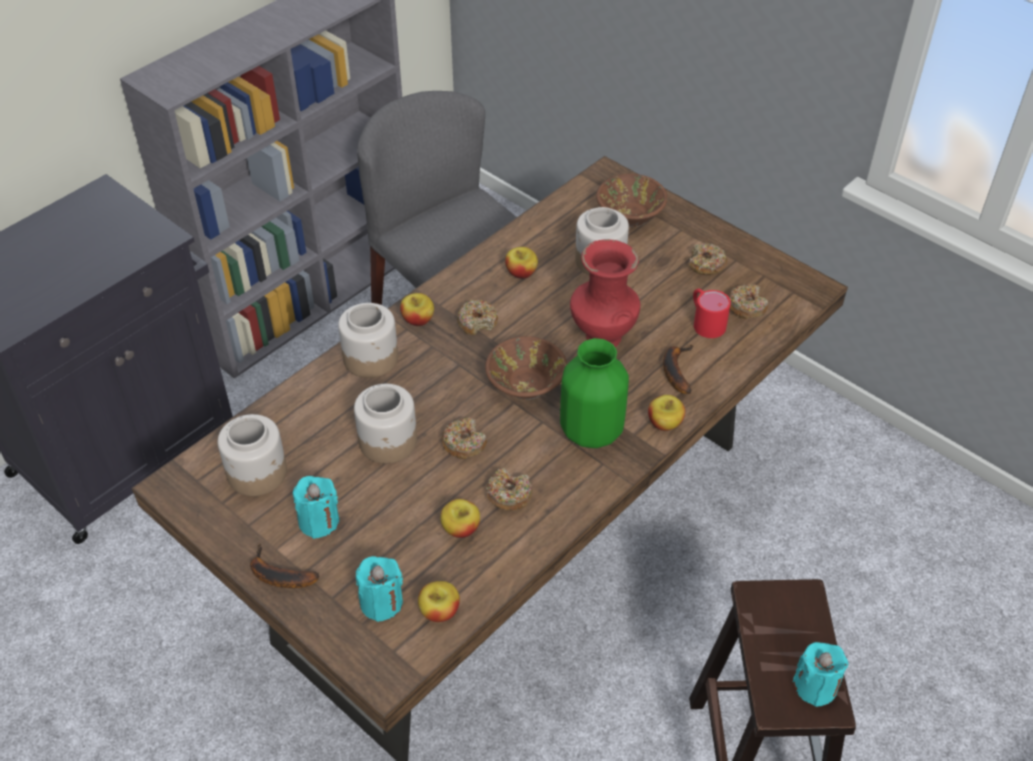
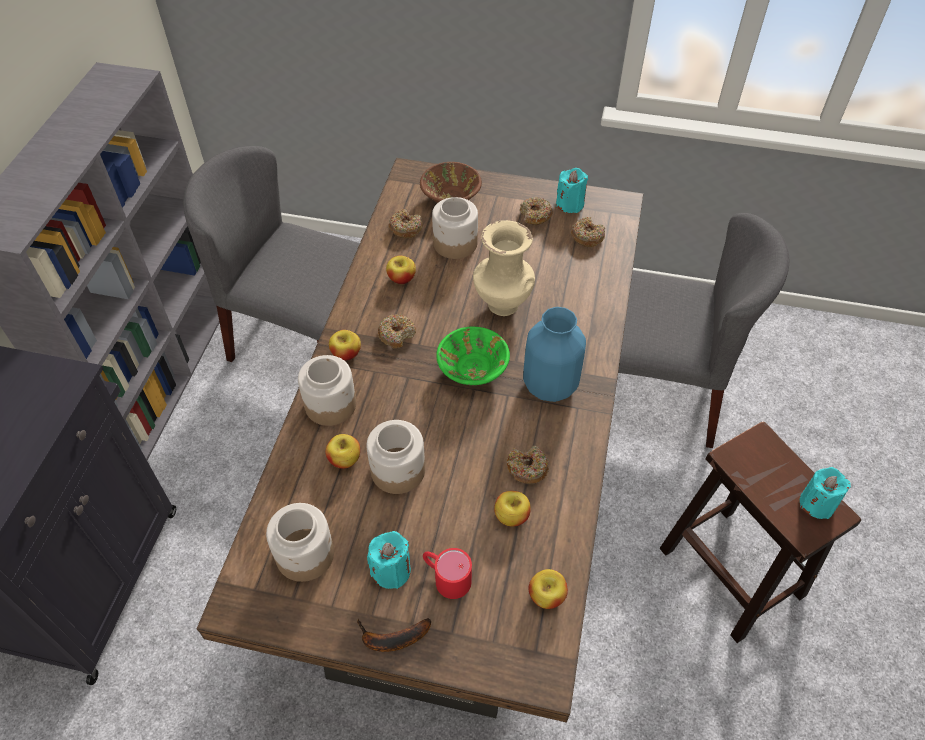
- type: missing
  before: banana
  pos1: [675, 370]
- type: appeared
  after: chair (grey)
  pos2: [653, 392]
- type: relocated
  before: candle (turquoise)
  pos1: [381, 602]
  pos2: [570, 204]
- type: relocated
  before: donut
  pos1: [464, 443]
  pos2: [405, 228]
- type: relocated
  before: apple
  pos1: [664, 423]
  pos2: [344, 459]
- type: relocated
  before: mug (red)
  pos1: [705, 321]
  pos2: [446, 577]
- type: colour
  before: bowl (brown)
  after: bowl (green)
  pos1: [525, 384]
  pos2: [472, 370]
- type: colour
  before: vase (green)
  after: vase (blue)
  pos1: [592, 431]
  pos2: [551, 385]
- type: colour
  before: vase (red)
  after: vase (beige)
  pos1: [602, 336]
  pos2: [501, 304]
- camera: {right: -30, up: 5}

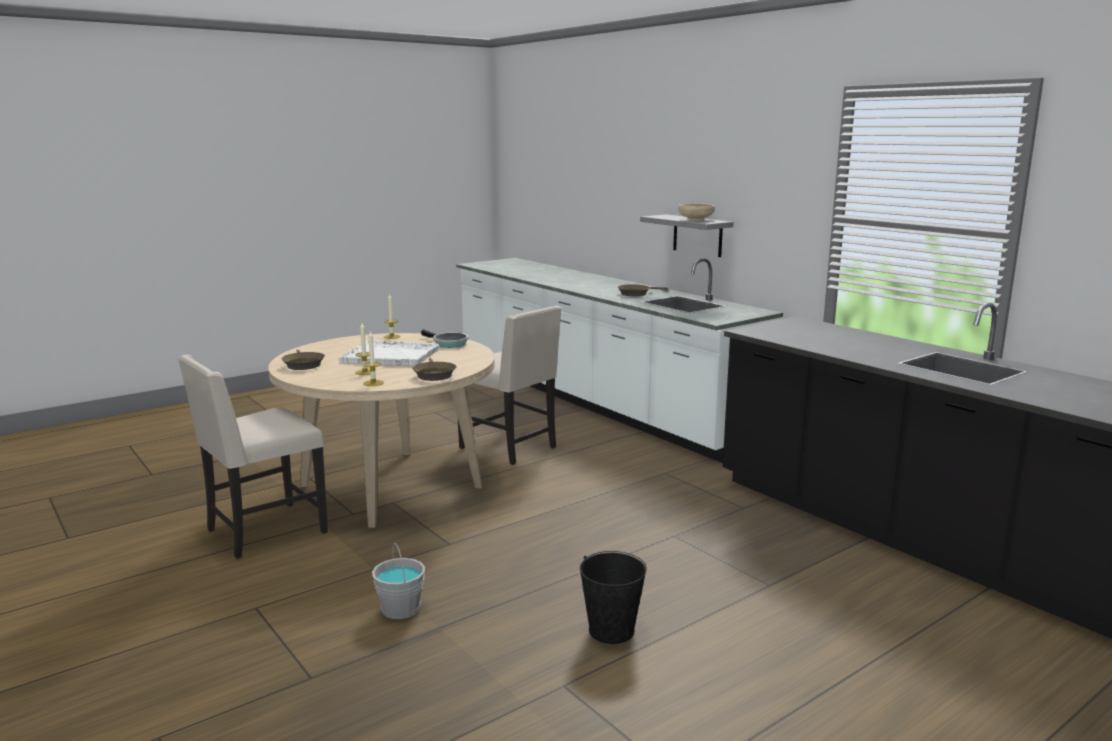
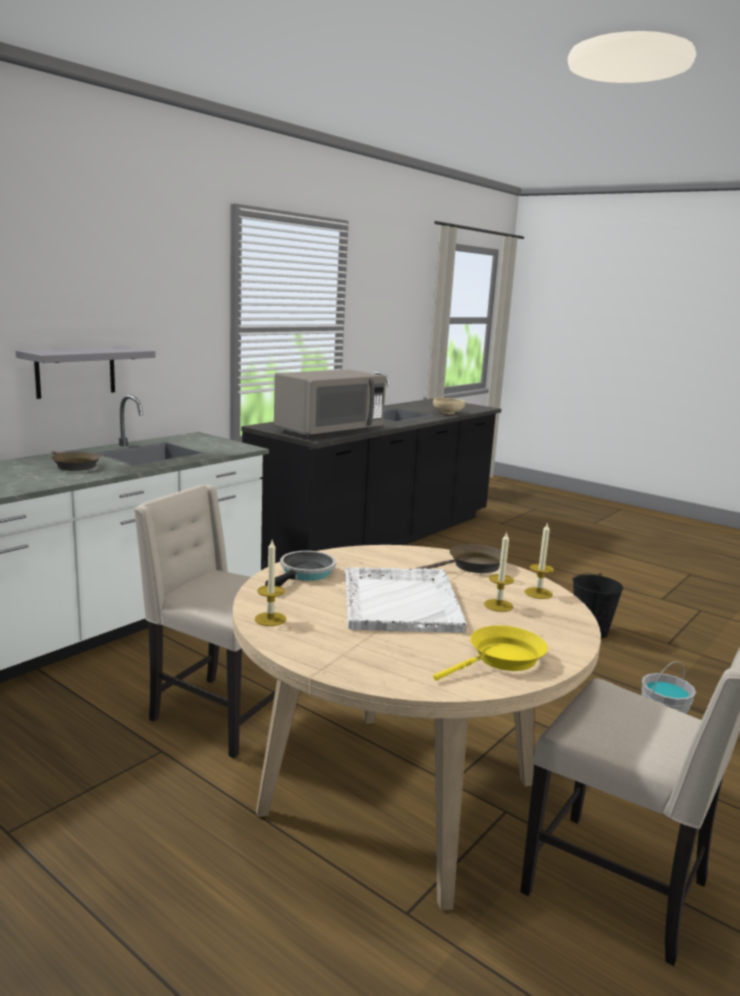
- type: appeared
  after: microwave (grey)
  pos2: [329, 431]
- type: relocated
  before: bowl (beige)
  pos1: [695, 219]
  pos2: [448, 413]
- type: colour
  before: frying pan (brown)
  after: frying pan (yellow)
  pos1: [303, 365]
  pos2: [501, 659]
- type: spun
  before: chair (beige)
  pos1: [510, 448]
  pos2: [220, 714]
  turn: -90
- camera: {right: -105, up: 0}

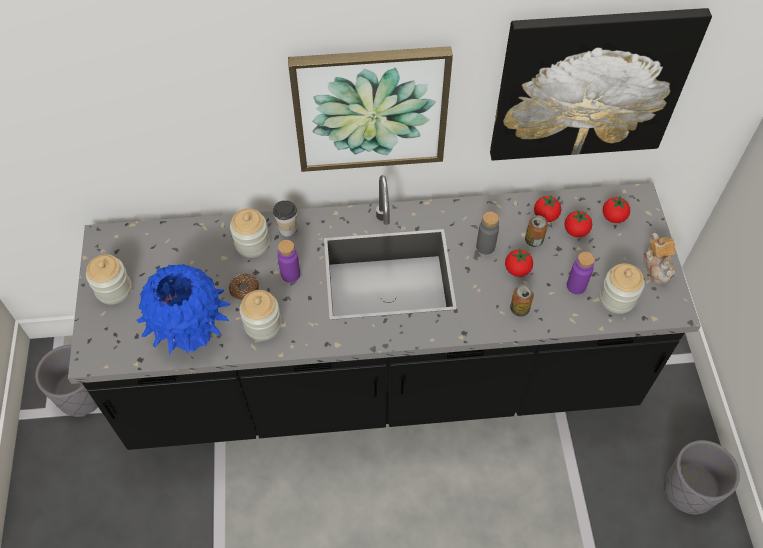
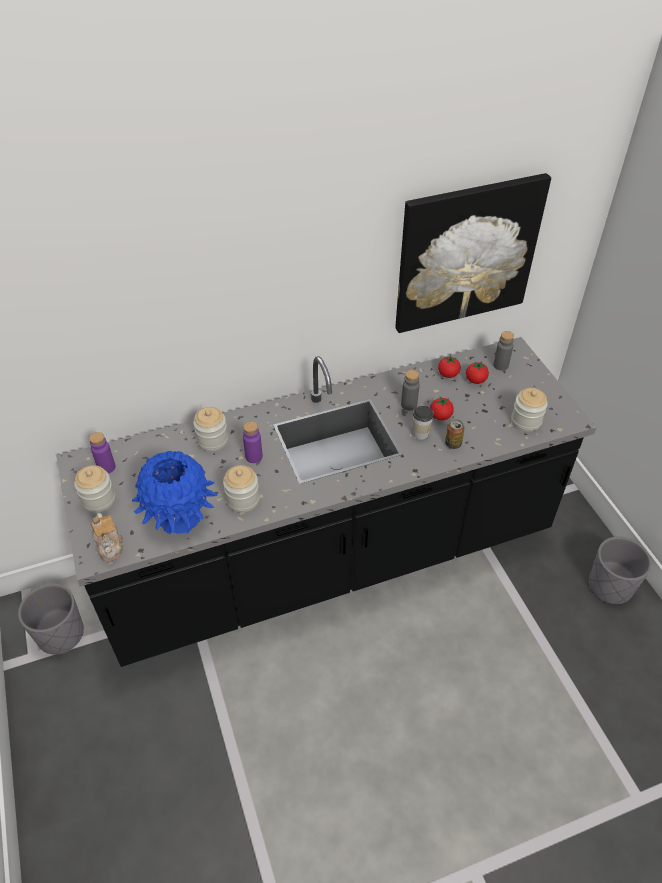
- type: missing
  before: donut
  pos1: [244, 289]
- type: missing
  before: picture
  pos1: [370, 108]
- type: missing
  before: can
  pos1: [534, 240]
- type: relocated
  before: cup
  pos1: [287, 229]
  pos2: [420, 434]
- type: relocated
  before: bottle (purple)
  pos1: [576, 286]
  pos2: [106, 467]
- type: relocated
  before: teapot
  pos1: [657, 266]
  pos2: [110, 545]
- type: exchanged
  before: tomato
  after: bottle (grey)
  pos1: [613, 217]
  pos2: [500, 365]
- camera: {right: -15, up: -10}

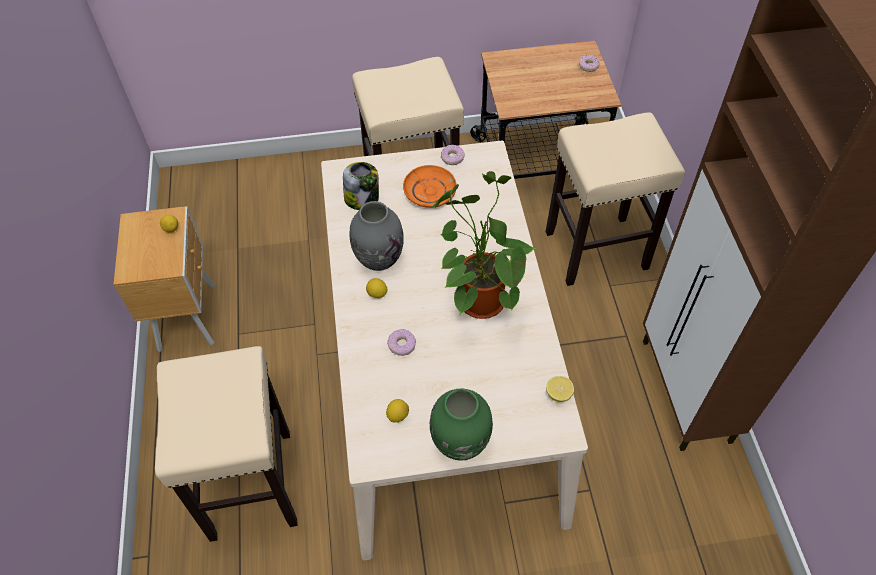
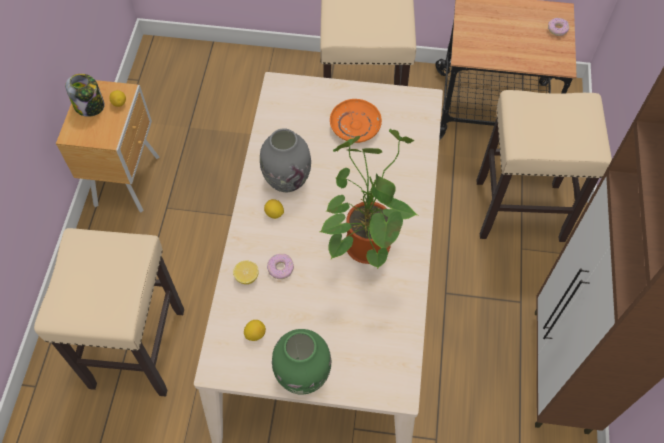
- type: missing
  before: donut
  pos1: [452, 158]
- type: relocated
  before: jar
  pos1: [362, 199]
  pos2: [90, 106]
- type: relocated
  before: lemon
  pos1: [558, 394]
  pos2: [247, 276]
- camera: {right: 15, up: 5}

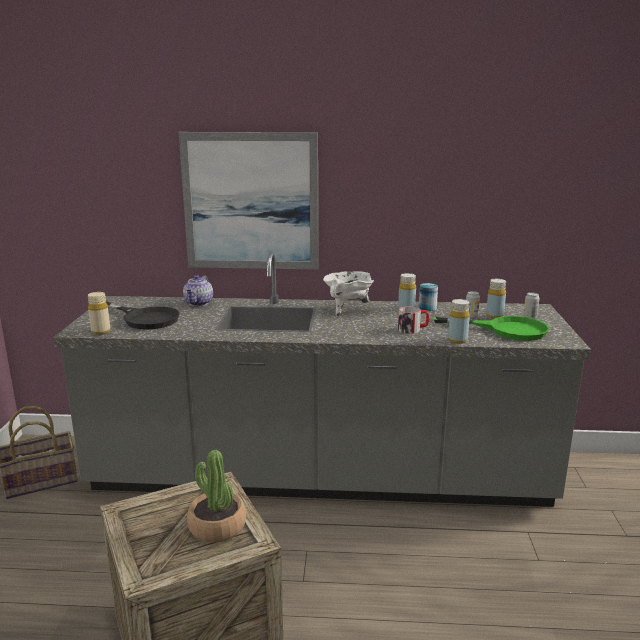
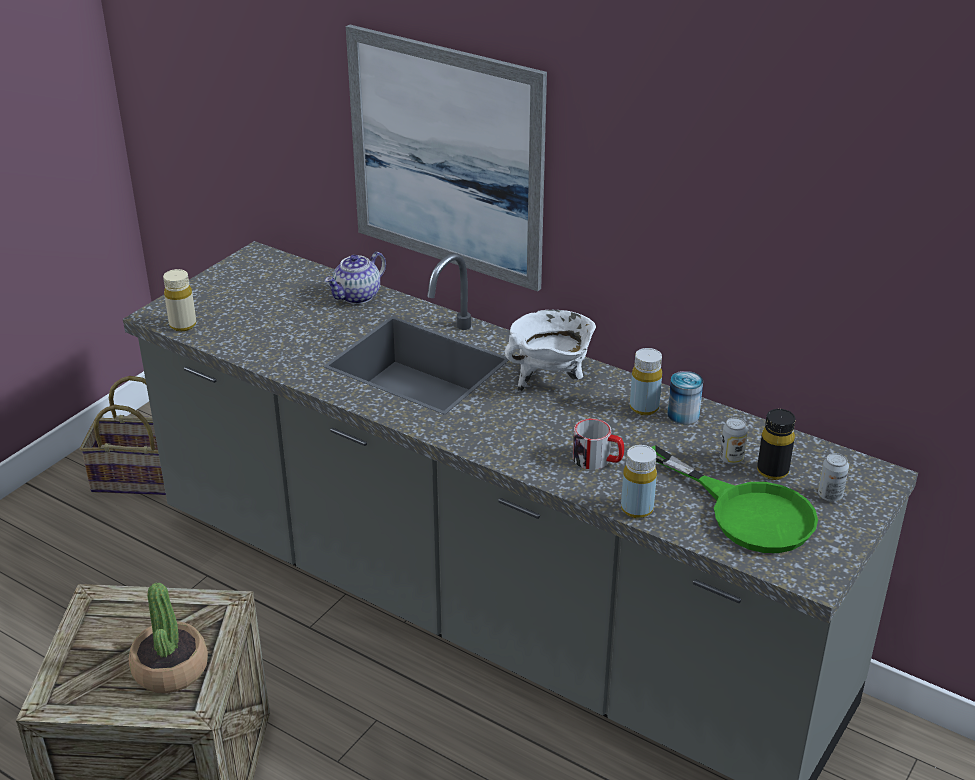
- type: missing
  before: frying pan (black)
  pos1: [145, 318]
- type: colour
  before: bottle (yellow)
  after: bottle (black)
  pos1: [494, 316]
  pos2: [772, 471]
- camera: {right: 30, up: 15}

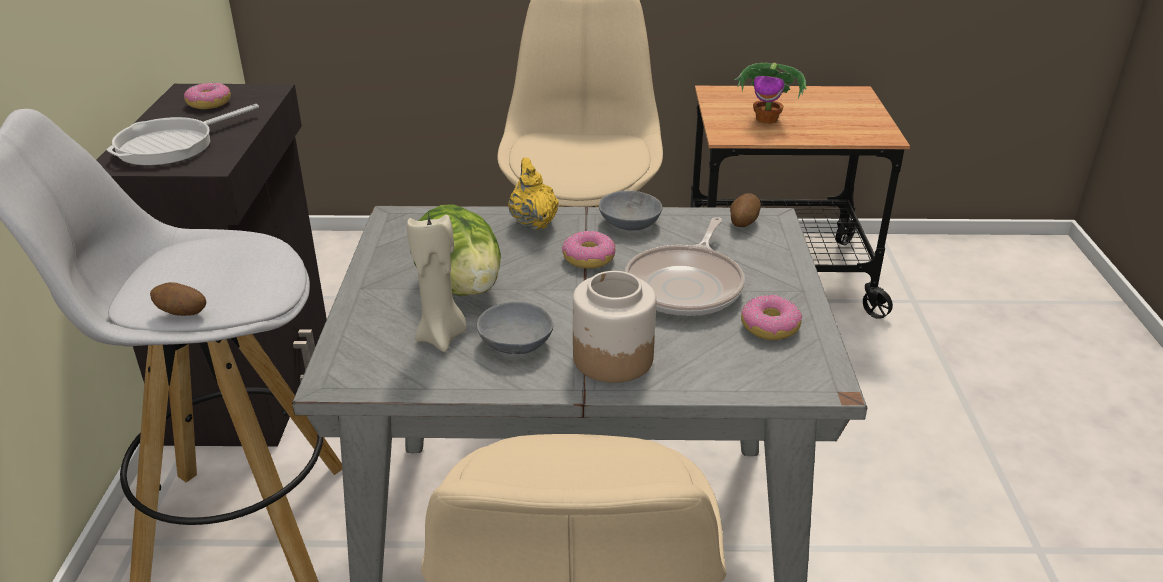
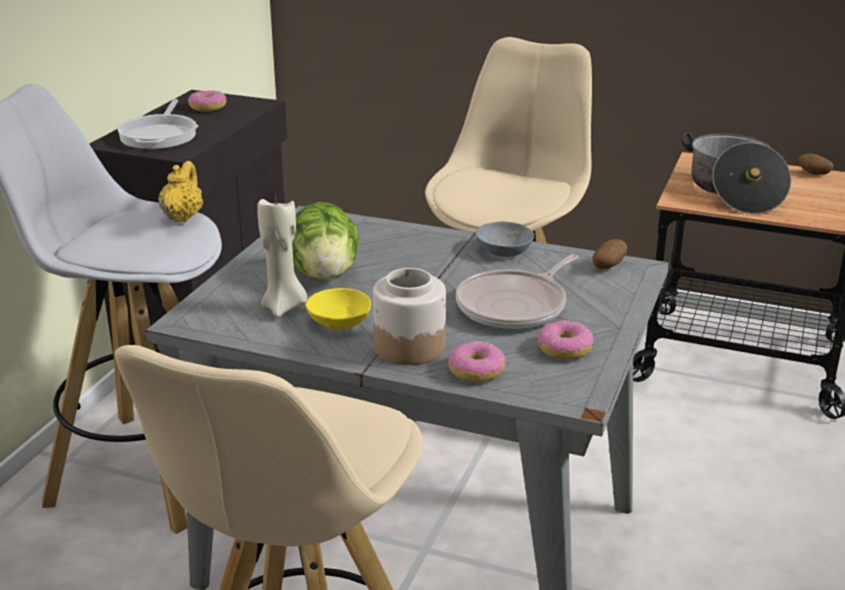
- type: relocated
  before: potato
  pos1: [182, 314]
  pos2: [813, 174]
- type: relocated
  before: teapot (yellow)
  pos1: [533, 222]
  pos2: [183, 217]
- type: relocated
  before: donut
  pos1: [589, 258]
  pos2: [476, 371]
- type: exchanged
  before: potted plant
  after: cooking pot
  pos1: [767, 119]
  pos2: [733, 191]
- type: colour
  before: bowl (grey)
  after: bowl (yellow)
  pos1: [518, 342]
  pos2: [341, 322]
- type: spun
  before: frying pan
  pos1: [172, 145]
  pos2: [160, 135]
  turn: -60
- camera: {right: 20, up: -5}

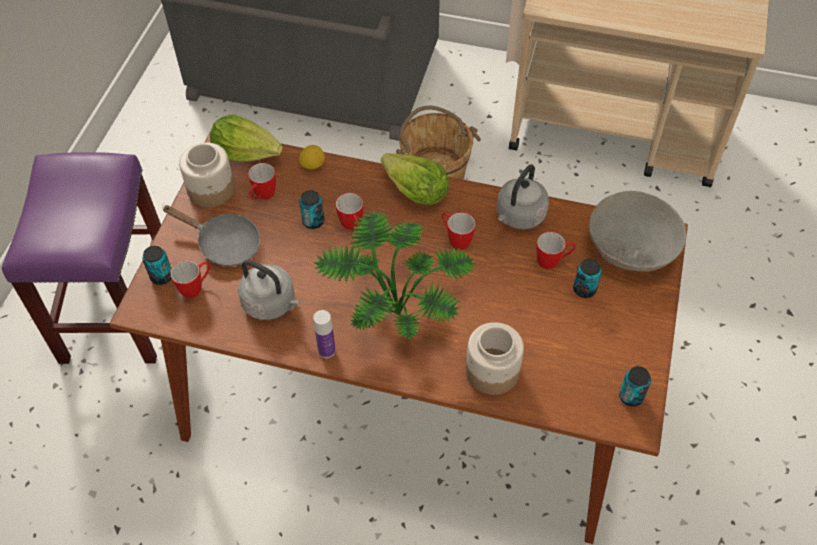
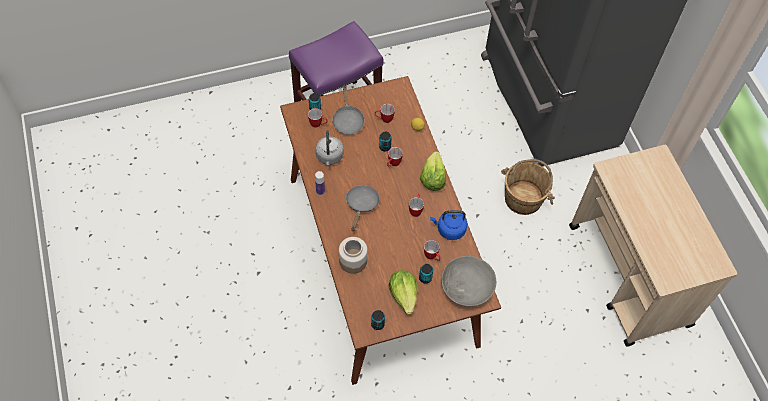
- type: missing
  before: jar
  pos1: [211, 190]
- type: relocated
  before: lettuce
  pos1: [247, 152]
  pos2: [404, 295]
- type: exchanged
  before: potted plant
  after: frying pan (grey)
  pos1: [396, 306]
  pos2: [361, 205]
- type: colour
  before: kettle (grey)
  after: kettle (blue)
  pos1: [519, 216]
  pos2: [449, 229]
- camera: {right: 55, up: 5}

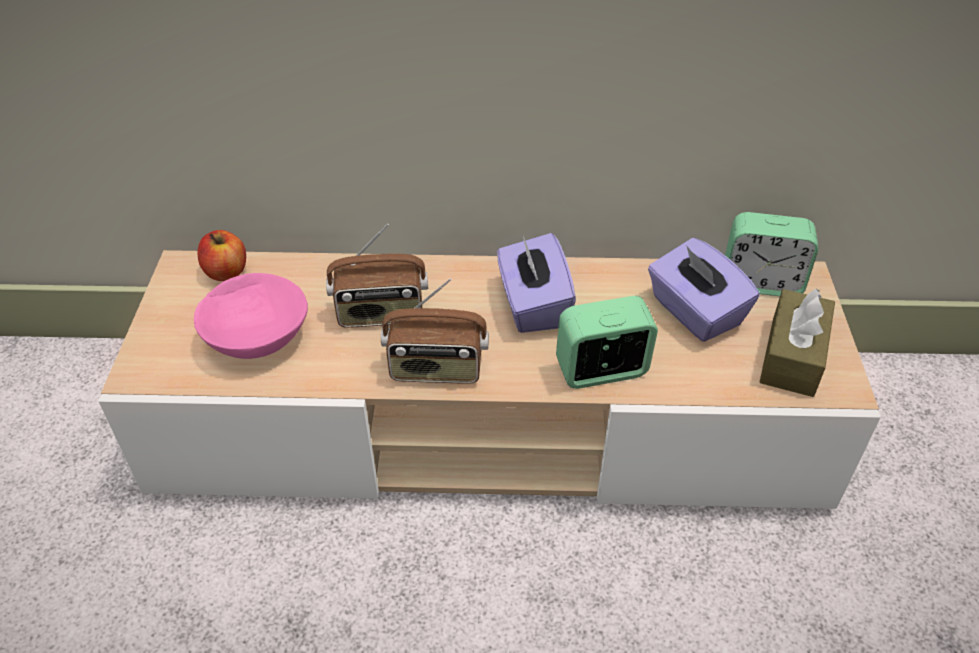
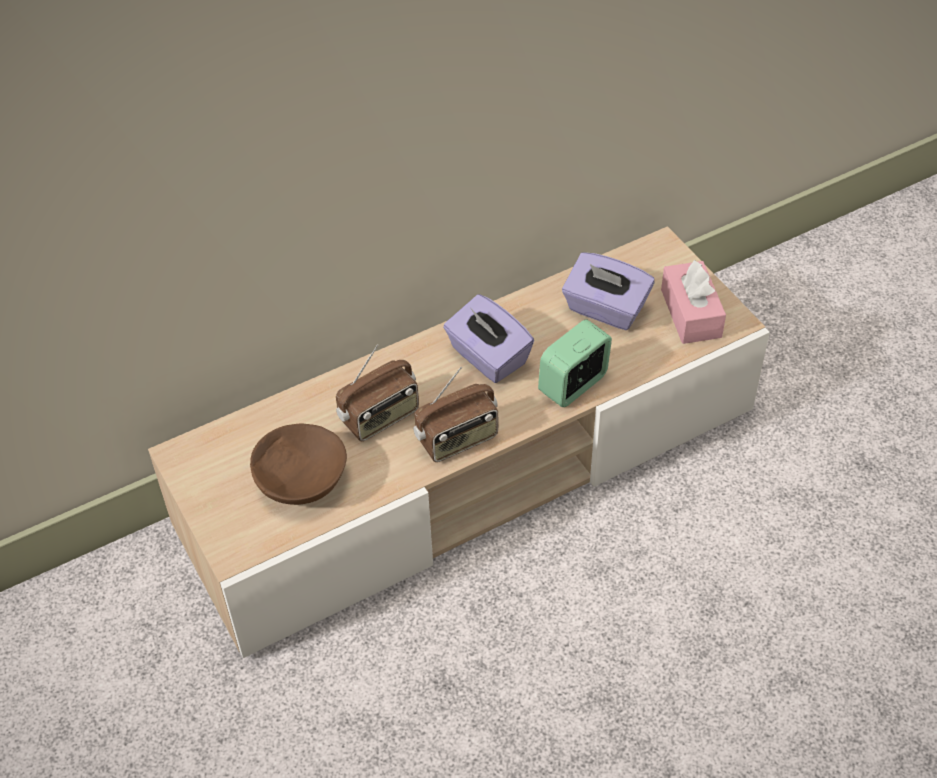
- type: missing
  before: apple
  pos1: [226, 272]
- type: missing
  before: alarm clock
  pos1: [761, 282]
- type: colour
  before: bowl (pink)
  after: bowl (brown)
  pos1: [256, 339]
  pos2: [301, 483]
- type: colour
  before: tissue box (brown)
  after: tissue box (pink)
  pos1: [792, 356]
  pos2: [691, 313]
- camera: {right: -30, up: 5}

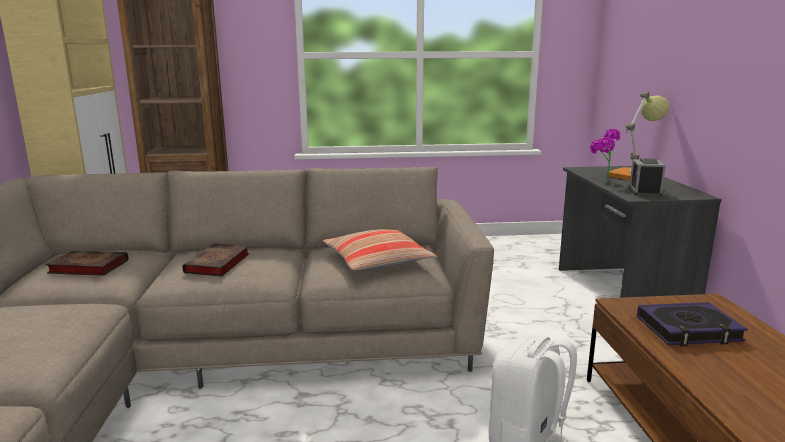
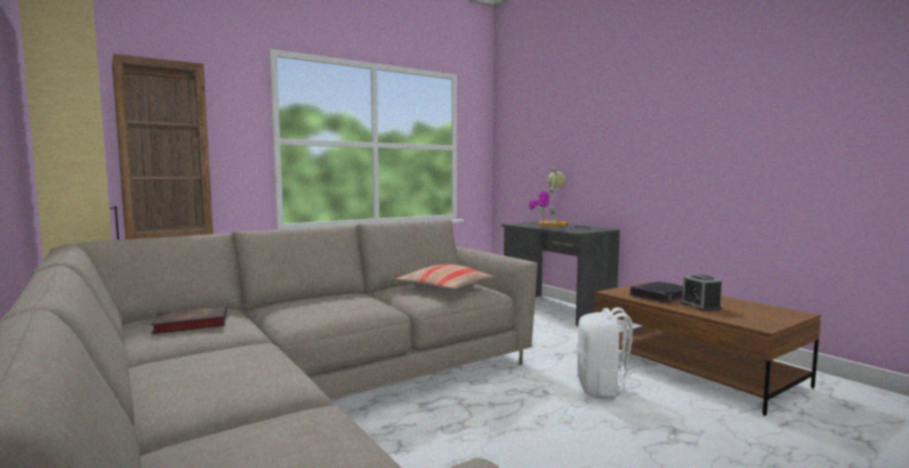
- type: missing
  before: book
  pos1: [217, 264]
- type: relocated
  before: alarm clock
  pos1: [644, 192]
  pos2: [700, 306]
- camera: {right: -30, up: -10}

